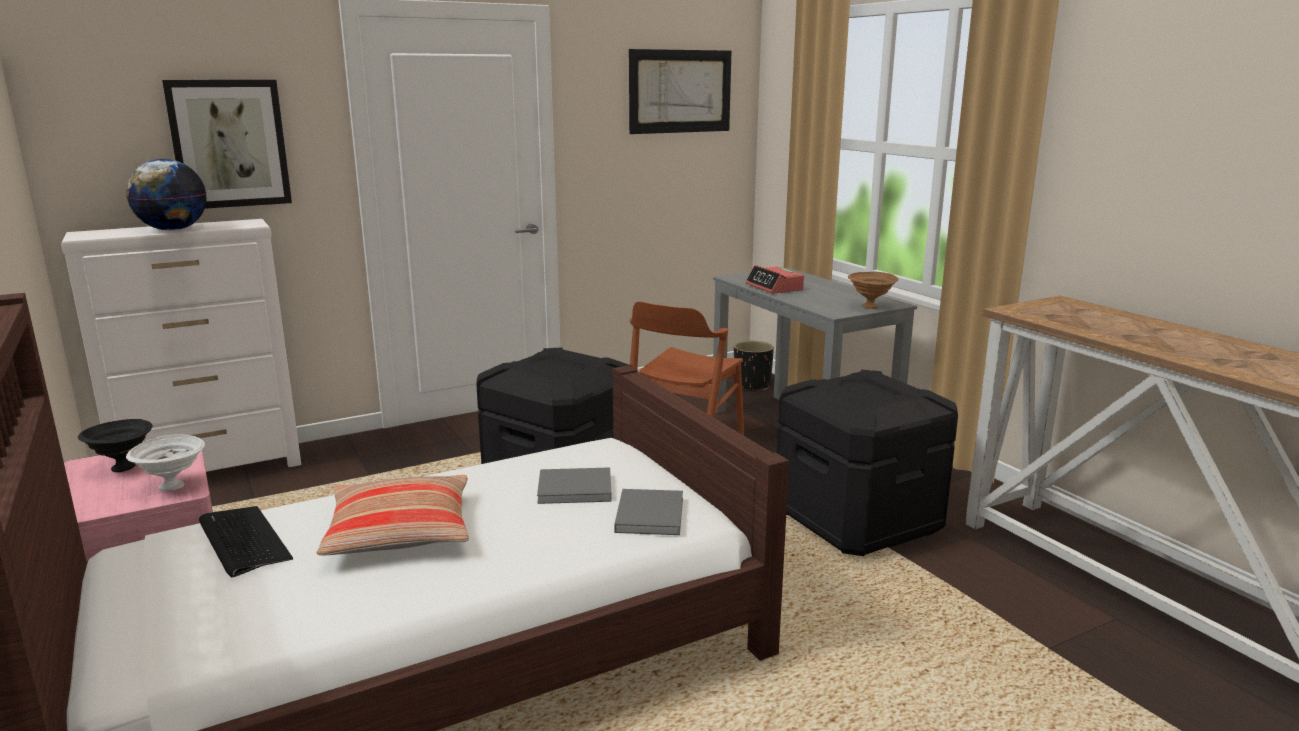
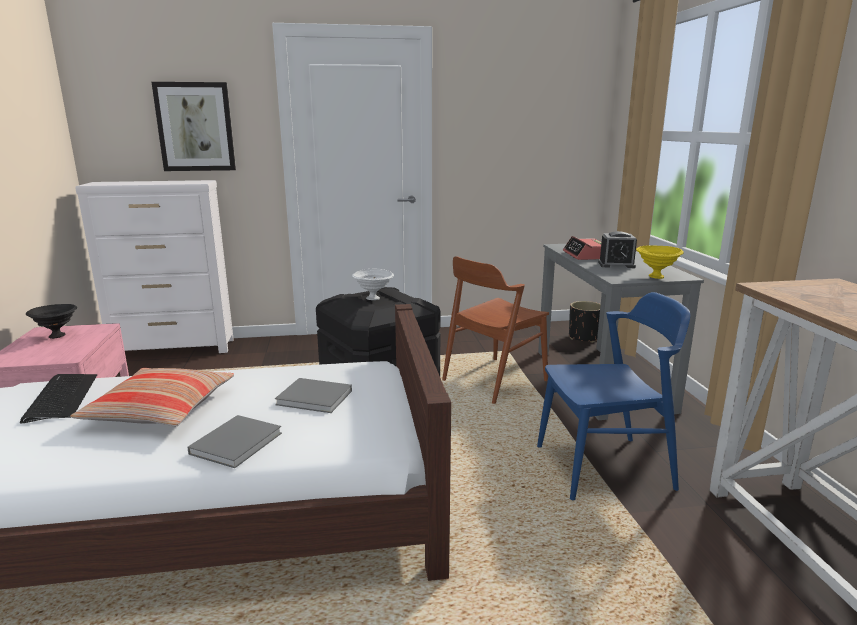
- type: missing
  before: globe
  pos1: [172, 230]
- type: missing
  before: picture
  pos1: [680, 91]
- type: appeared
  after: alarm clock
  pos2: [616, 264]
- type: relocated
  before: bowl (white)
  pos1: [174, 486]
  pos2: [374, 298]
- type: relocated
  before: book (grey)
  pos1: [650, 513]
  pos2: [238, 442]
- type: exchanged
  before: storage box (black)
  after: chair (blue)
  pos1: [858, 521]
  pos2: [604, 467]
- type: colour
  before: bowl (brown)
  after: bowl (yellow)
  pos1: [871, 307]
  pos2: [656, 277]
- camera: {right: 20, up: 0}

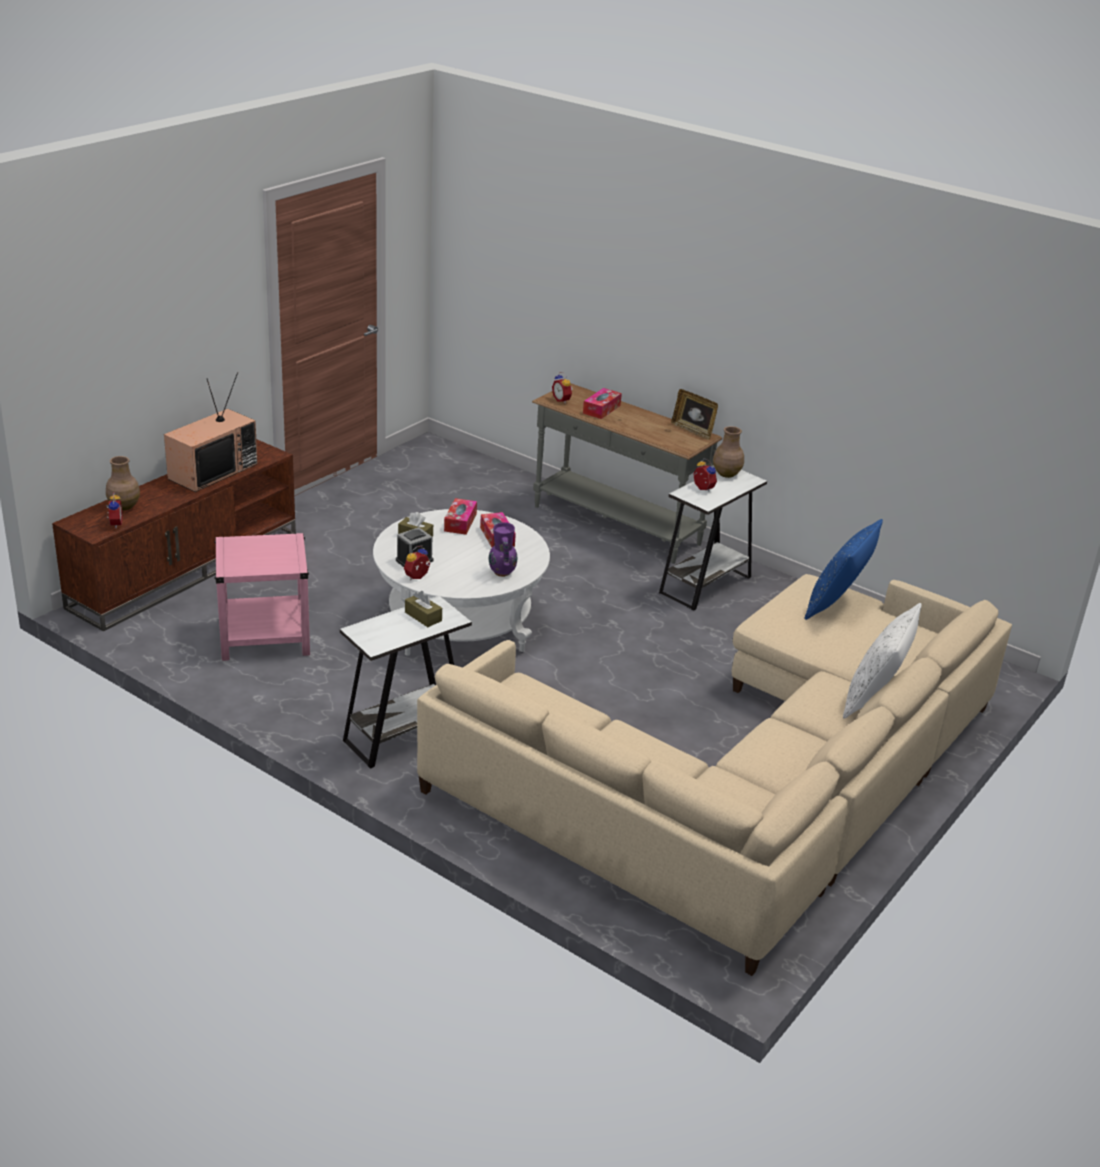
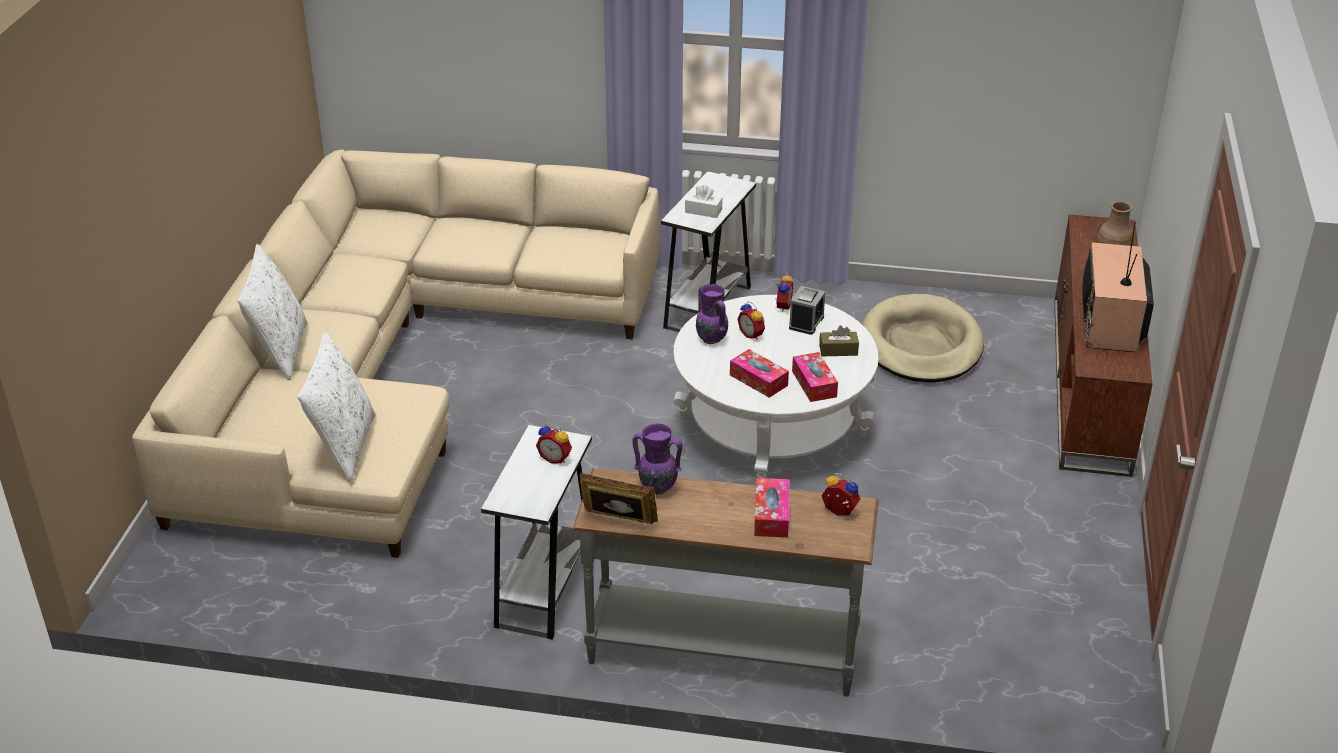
- type: missing
  before: vase (brown)
  pos1: [726, 474]
- type: appeared
  after: vase (purple)
  pos2: [657, 487]
- type: relocated
  before: alarm clock
  pos1: [114, 524]
  pos2: [752, 334]
- type: exchanged
  before: side table (pink)
  after: dog bed (beige)
  pos1: [265, 637]
  pos2: [921, 345]
- type: colour
  before: tissue box (brown)
  after: tissue box (white)
  pos1: [423, 616]
  pos2: [703, 211]
- type: colour
  before: pillow (blue)
  after: pillow (white)
  pos1: [837, 605]
  pos2: [344, 446]
- camera: {right: 155, up: 5}

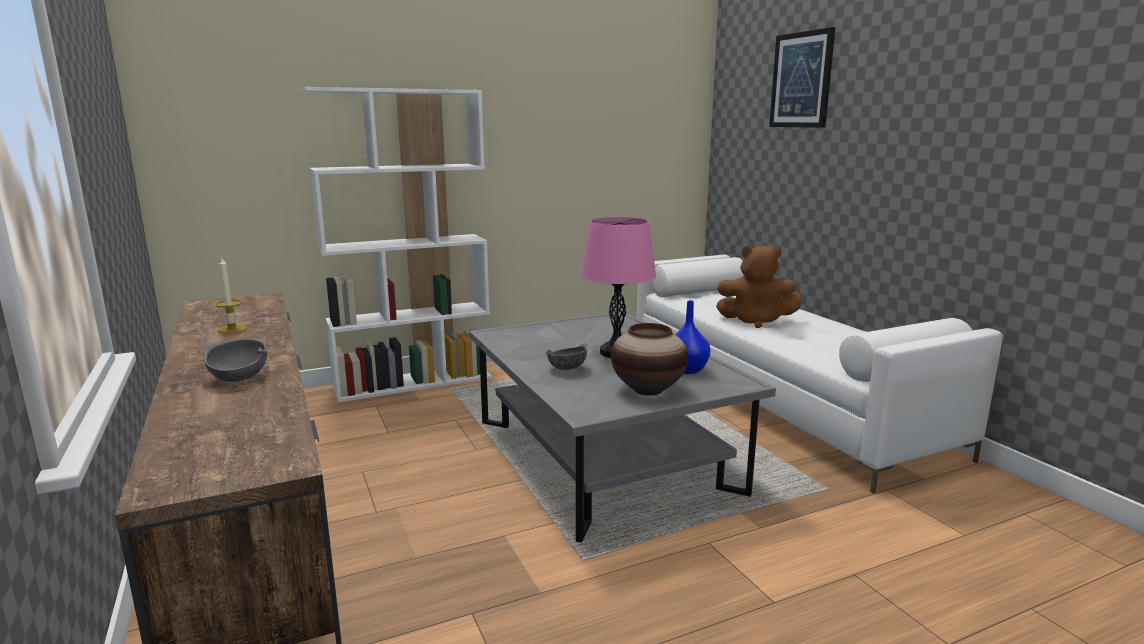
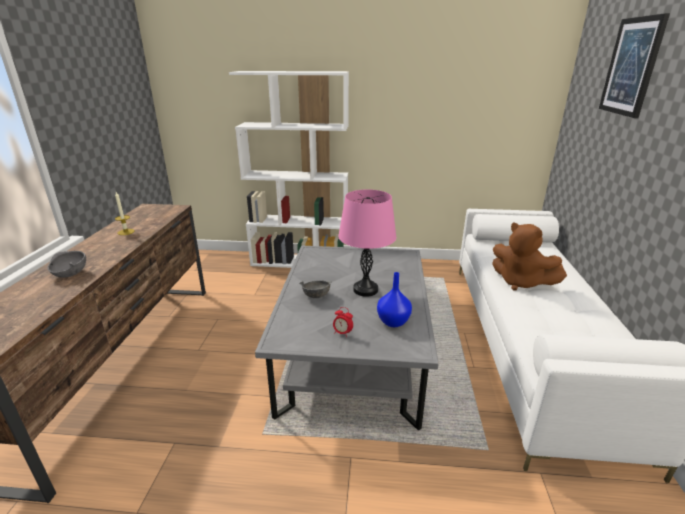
- type: exchanged
  before: vase
  after: alarm clock
  pos1: [648, 390]
  pos2: [342, 333]
- camera: {right: 30, up: 10}

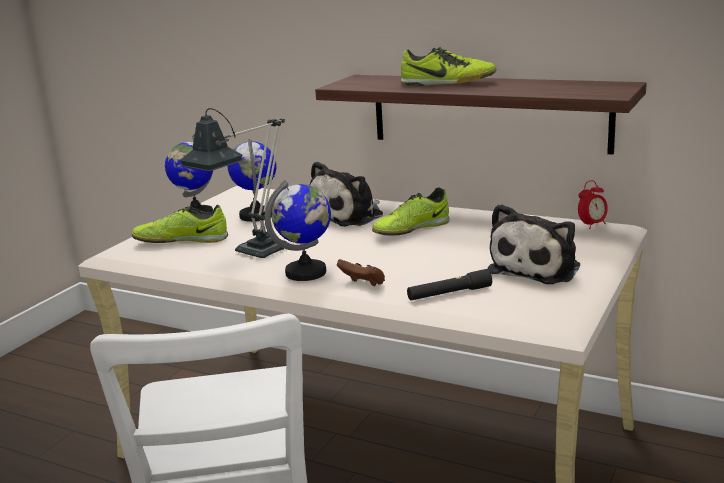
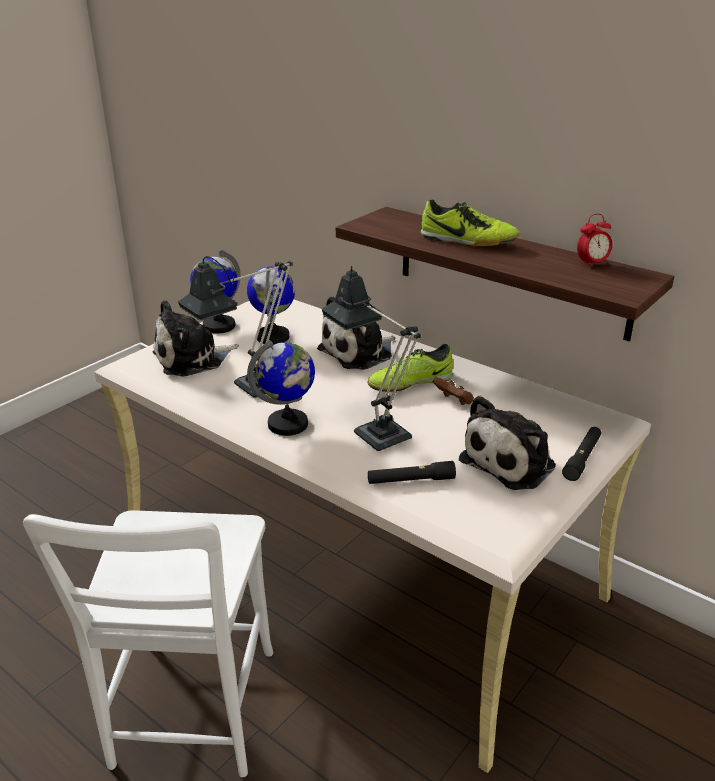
- type: appeared
  after: table lamp
  pos2: [374, 430]
- type: appeared
  after: flashlight (black)
  pos2: [582, 458]
- type: relocated
  before: game controller (brown)
  pos1: [363, 284]
  pos2: [454, 401]
- type: relocated
  before: alarm clock
  pos1: [592, 225]
  pos2: [592, 264]
- type: exchanged
  before: shoe
  after: plush toy
  pos1: [181, 241]
  pos2: [192, 359]
- camera: {right: 10, up: 10}

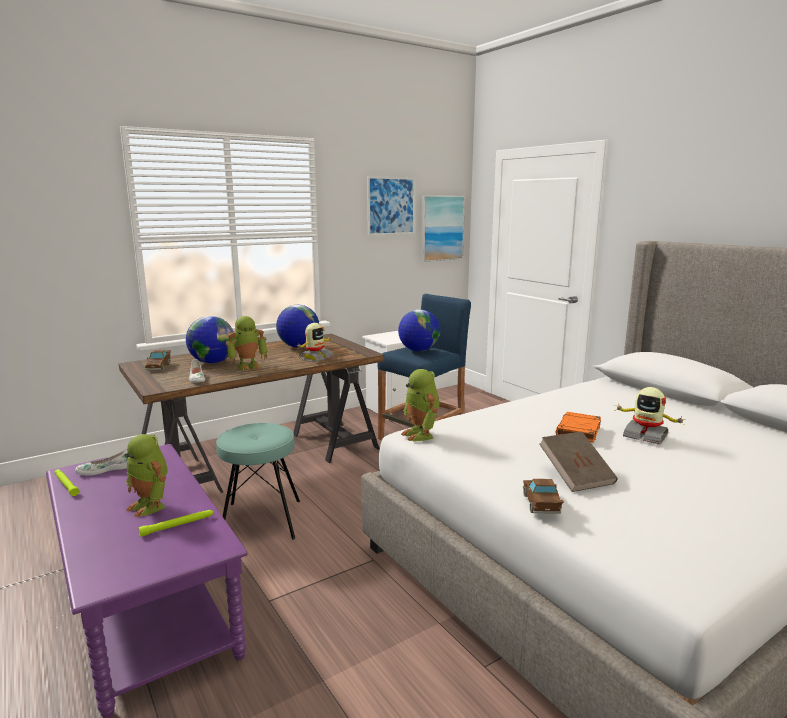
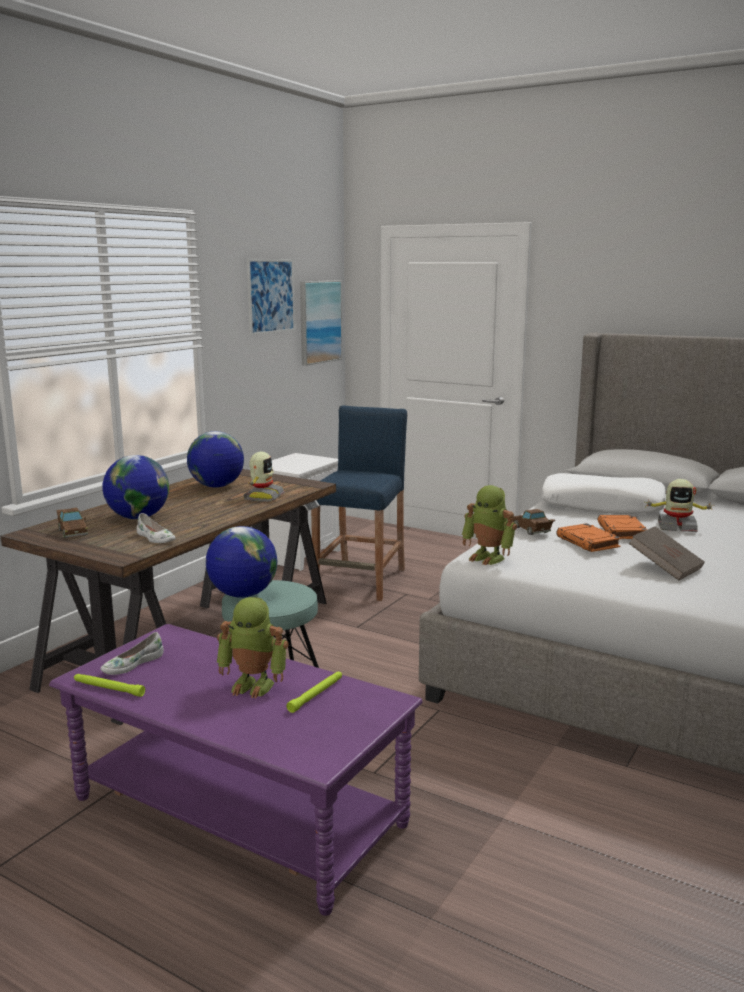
- type: missing
  before: toy robot
  pos1: [248, 366]
- type: appeared
  after: pillow (white)
  pos2: [602, 506]
- type: appeared
  after: book (orange)
  pos2: [588, 542]
- type: relocated
  before: globe
  pos1: [418, 350]
  pos2: [242, 594]
- type: relocated
  before: toy car (brown)
  pos1: [541, 506]
  pos2: [532, 530]
- camera: {right: -25, up: 0}

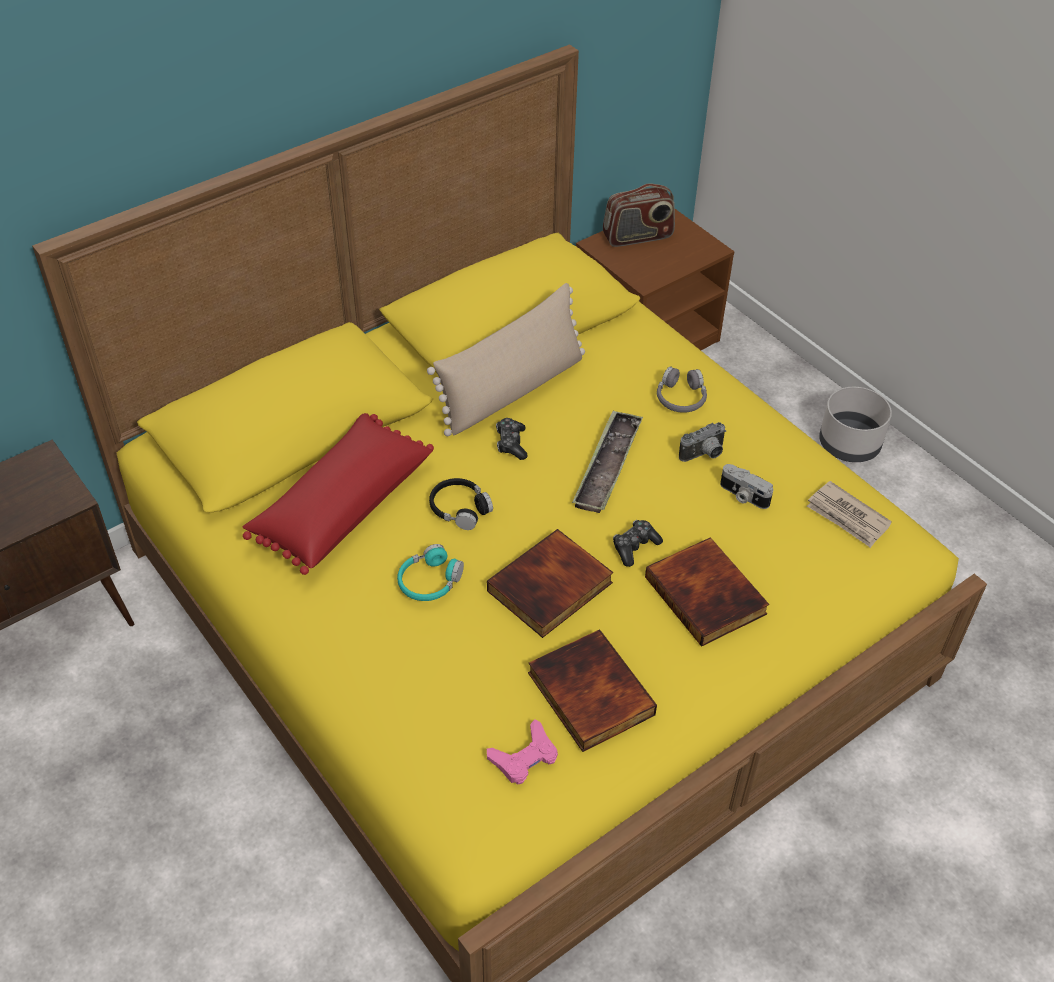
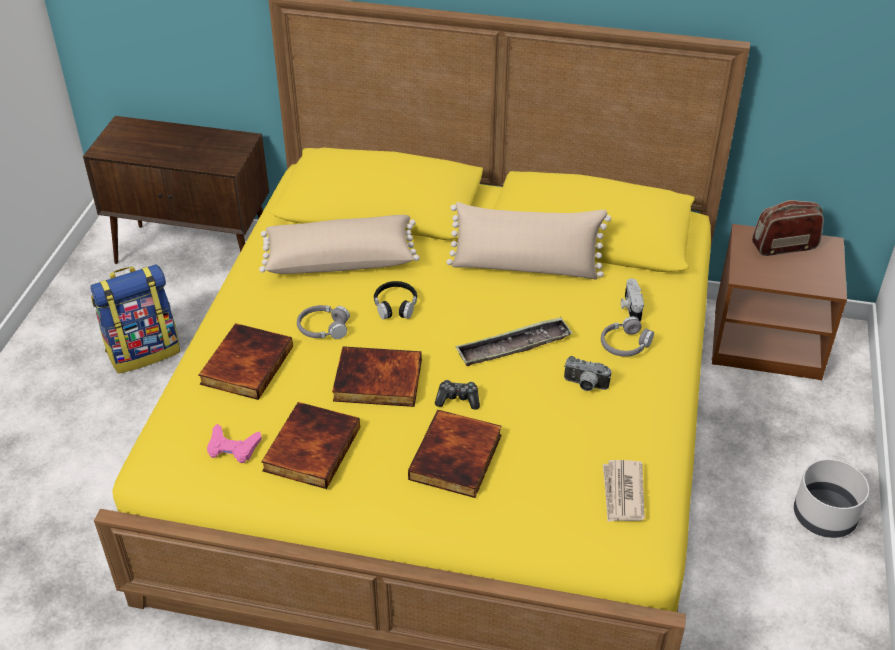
- type: missing
  before: game controller
  pos1: [511, 443]
- type: appeared
  after: backpack
  pos2: [144, 351]
- type: appeared
  after: book
  pos2: [245, 364]
- type: relocated
  before: photo camera
  pos1: [743, 496]
  pos2: [630, 307]
- type: colour
  before: pillow (red)
  after: pillow (beige)
  pos1: [341, 505]
  pos2: [340, 259]
- type: colour
  before: headphones (turquoise)
  after: headphones (grey)
  pos1: [429, 581]
  pos2: [323, 328]
- type: spun
  before: radio
  pos1: [638, 237]
  pos2: [784, 246]
  turn: 135
- camera: {right: 50, up: -5}

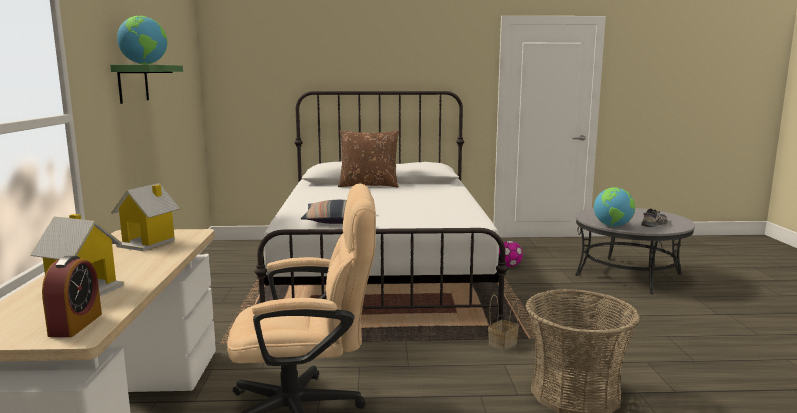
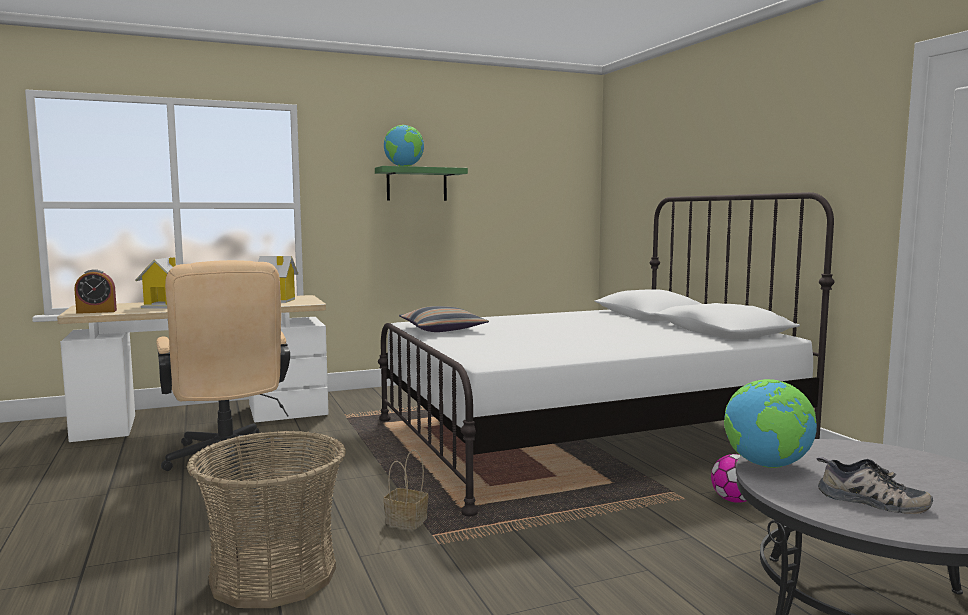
- type: missing
  before: pillow (brown)
  pos1: [369, 185]
- camera: {right: 70, up: -5}

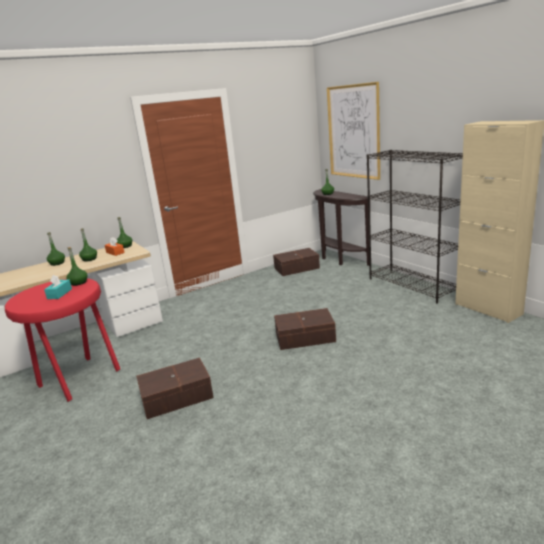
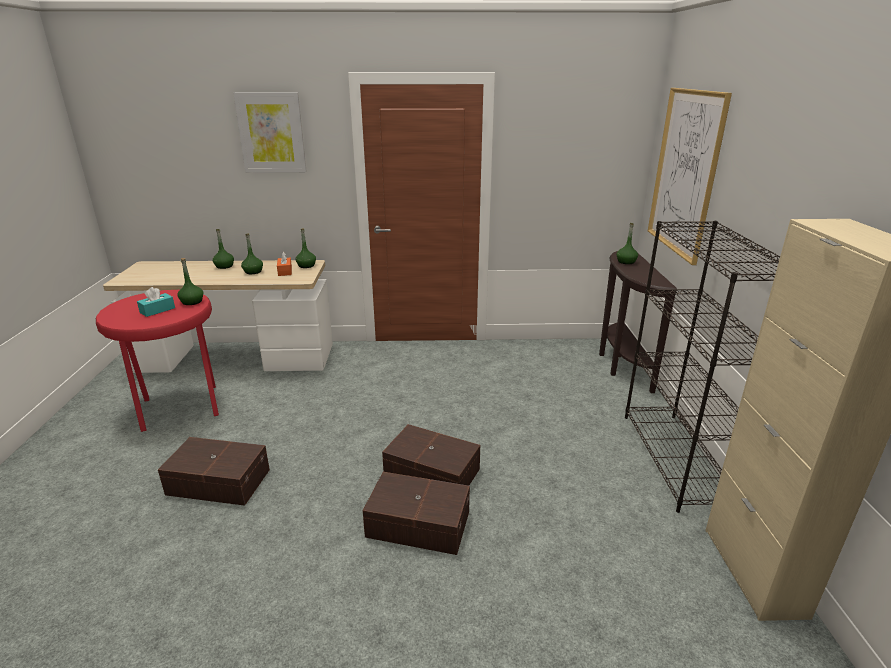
- type: appeared
  after: picture
  pos2: [271, 133]
- type: relocated
  before: storage box (brown)
  pos1: [296, 268]
  pos2: [418, 523]
- camera: {right: 30, up: 5}

